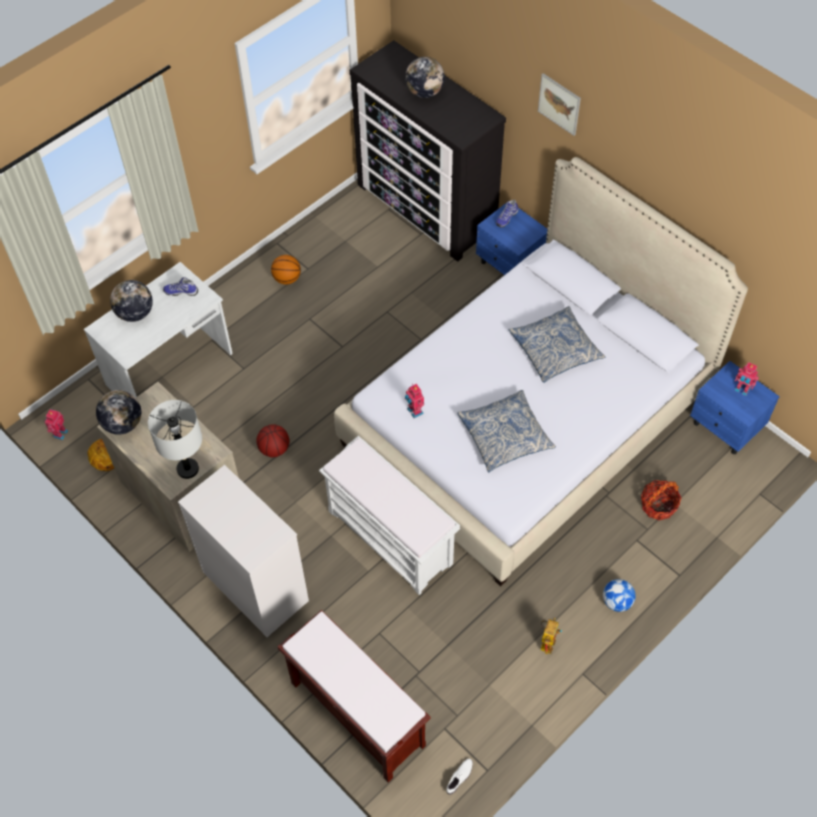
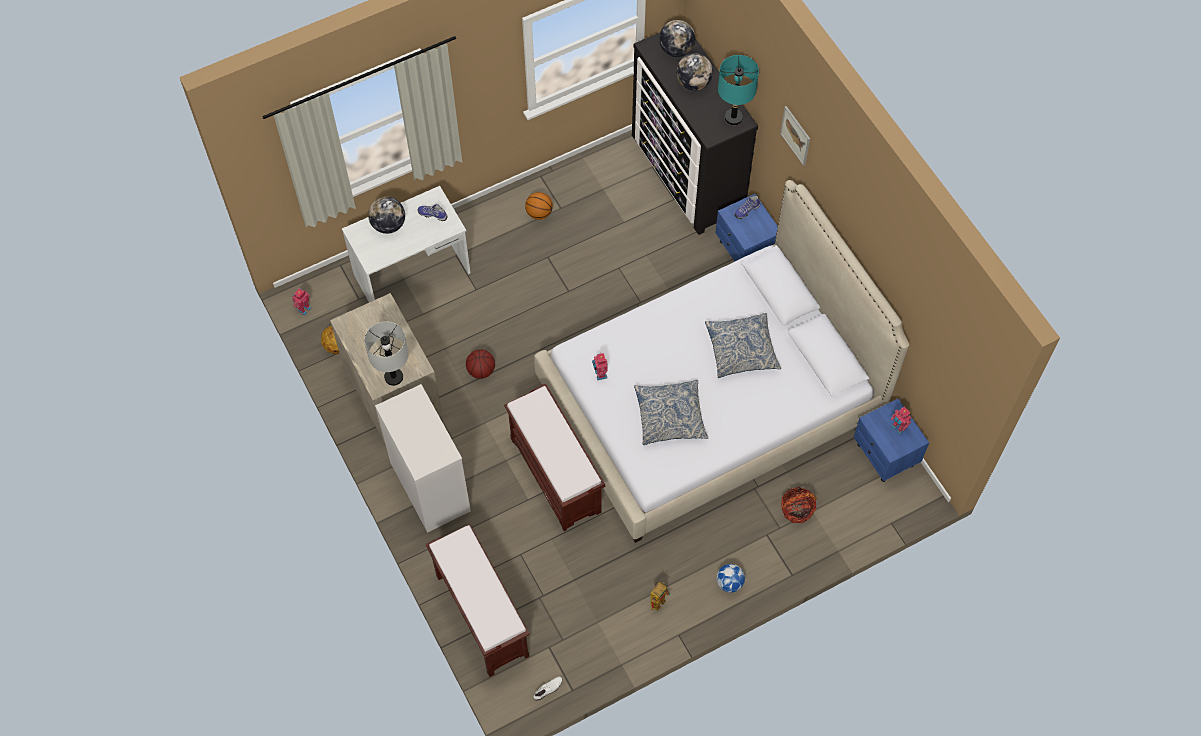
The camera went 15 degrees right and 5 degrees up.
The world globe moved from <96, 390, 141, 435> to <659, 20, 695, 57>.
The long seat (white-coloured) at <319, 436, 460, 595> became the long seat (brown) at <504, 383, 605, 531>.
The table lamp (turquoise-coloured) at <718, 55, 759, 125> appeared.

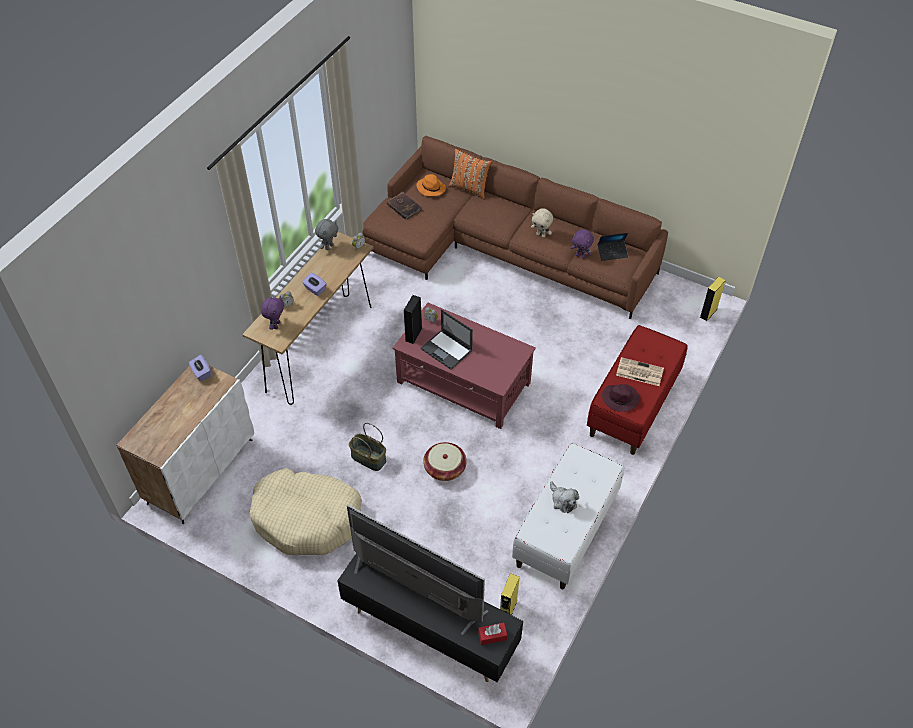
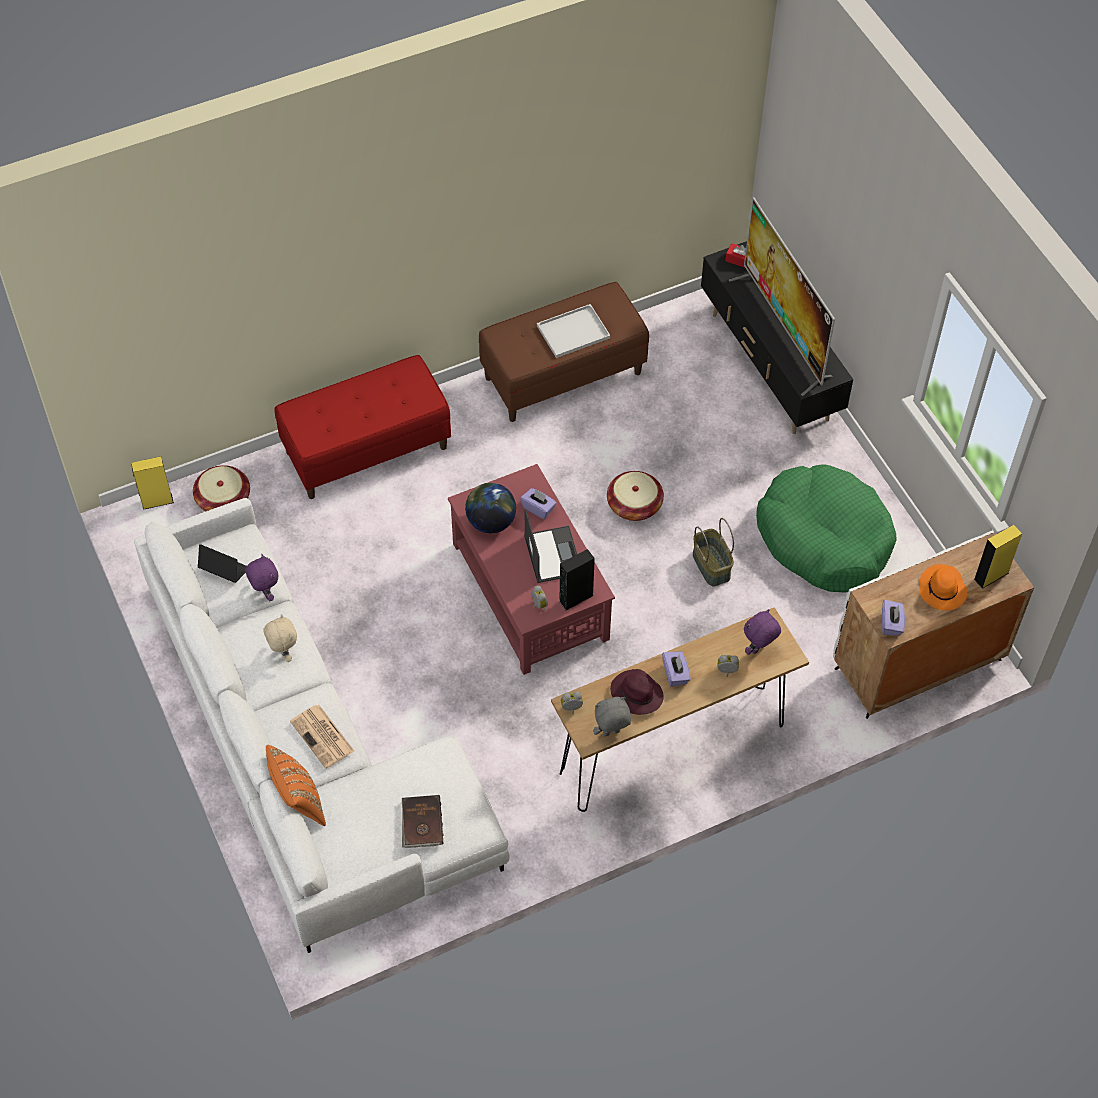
The camera went 145 degrees left and 5 degrees up.
The sofa (brown) at <363, 136, 668, 319> became the sofa (white-coloured) at <134, 498, 510, 953>.
The clothing hat (orangey) moved from <417, 174, 446, 196> to <919, 564, 968, 611>.
The newspaper moved from <616, 357, 664, 386> to <290, 705, 354, 769>.
The clothing hat (purple) moved from <602, 384, 639, 412> to <610, 669, 663, 715>.
The long seat (white-coloured) at <512, 443, 624, 589> became the long seat (brown) at <479, 282, 649, 422>.
The pet bed (sand-coloured) at <249, 468, 362, 555> became the pet bed (green-coloured) at <756, 464, 896, 593>.
The cuddly toy at <550, 481, 579, 513> was replaced by the carrying tray (white-coloured) at <537, 304, 610, 358>.
The audio speaker (yellow) moved from <500, 573, 519, 615> to <974, 525, 1022, 589>.
The basket at <193, 465, 250, 511> appeared.
The world globe at <465, 483, 516, 533> appeared.
The tissue holder (purple) at <520, 488, 556, 519> appeared.

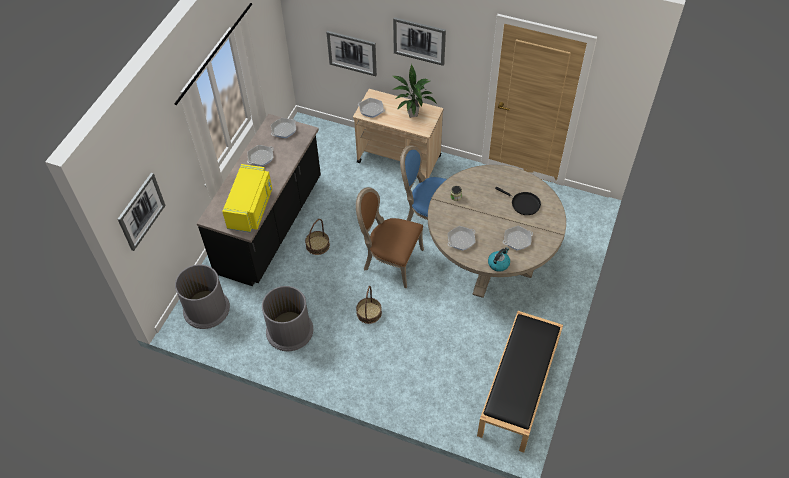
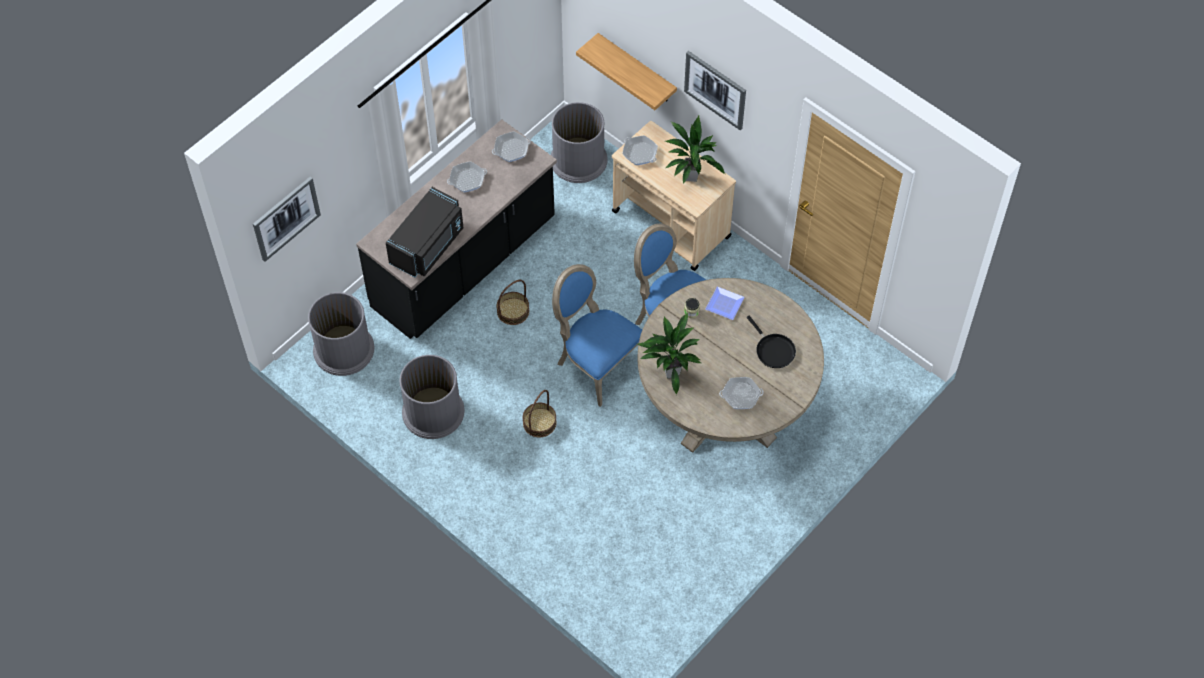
The camera went 20 degrees right and 5 degrees up.
The picture at <326, 31, 377, 76> was replaced by the wall shelf at <576, 33, 677, 110>.
The kitchen microwave (yellow) at <222, 164, 272, 233> became the kitchen microwave (blackish) at <386, 187, 464, 277>.
The upright chair (brown) at <356, 187, 424, 288> became the upright chair (bluish) at <552, 264, 642, 407>.
The frying pan at <447, 226, 475, 251> was replaced by the potted plant at <638, 312, 701, 395>.
The tea kettle at <488, 247, 510, 272> disappeared.
The long seat (blackish) at <477, 311, 563, 453> disappeared.
The trash can (grey) at <551, 102, 608, 183> appeared.
The plate at <706, 286, 745, 320> appeared.

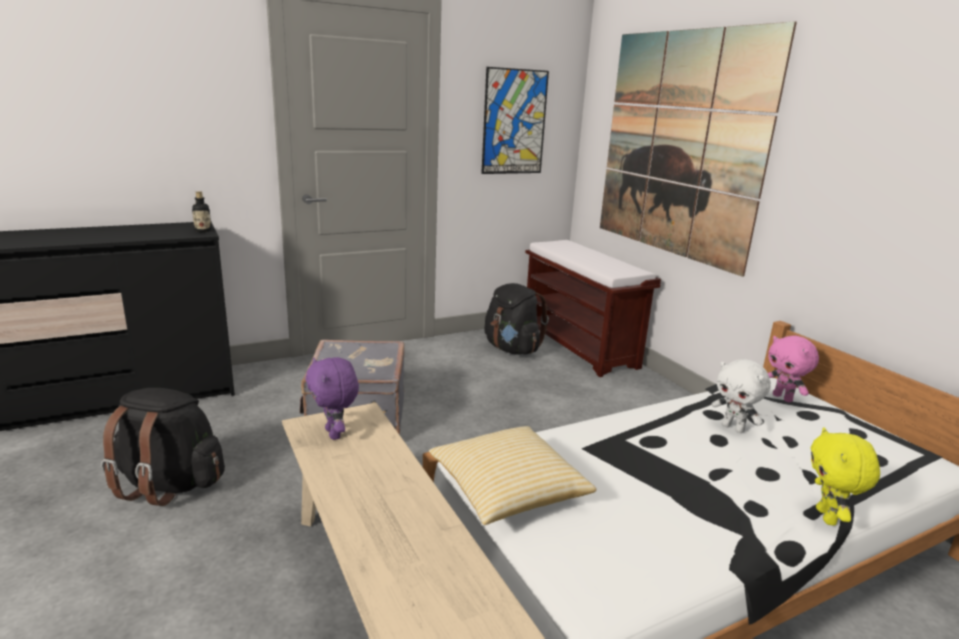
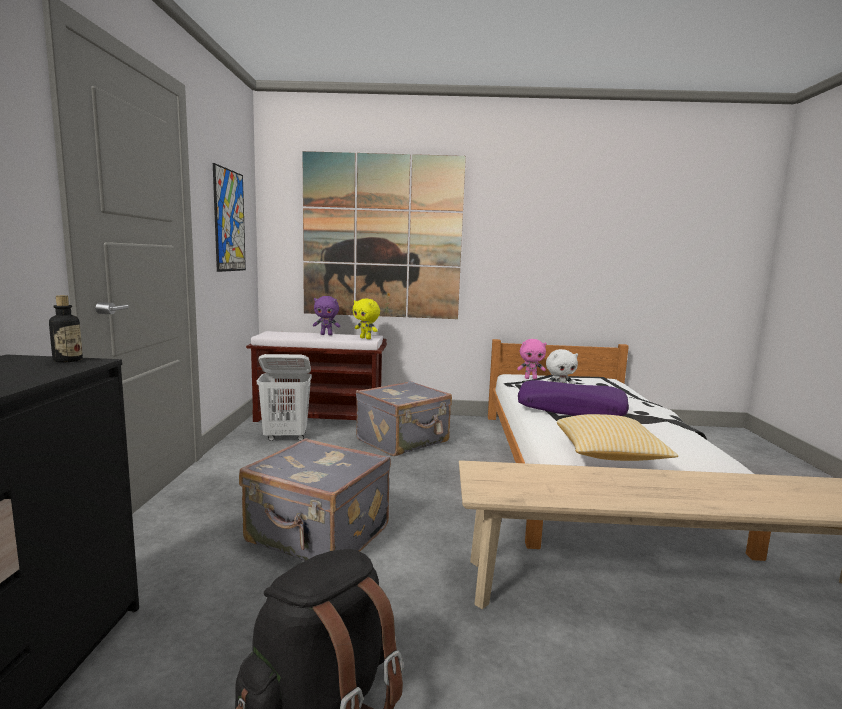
The camera went 60 degrees left and 10 degrees down.
The knapsack (blackish) at <484, 283, 549, 355> was replaced by the laundry basket (white-coloured) at <257, 354, 312, 441>.
The cuddly toy (purple) moved from <305, 357, 359, 440> to <313, 296, 340, 335>.
The cuddly toy (yellow) moved from <811, 427, 880, 526> to <352, 299, 380, 339>.
The cushion (purple) at <518, 380, 629, 416> appeared.
The suitcase (grey) at <356, 381, 452, 456> appeared.

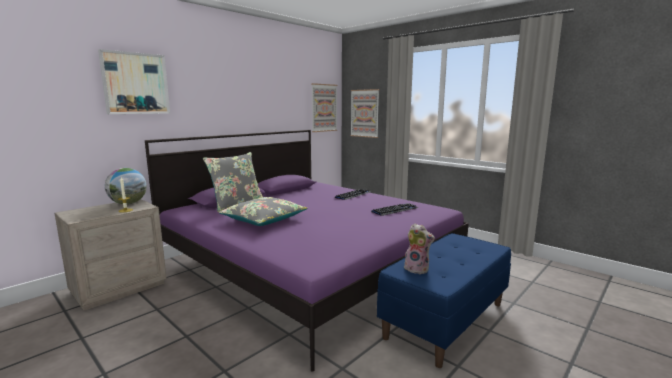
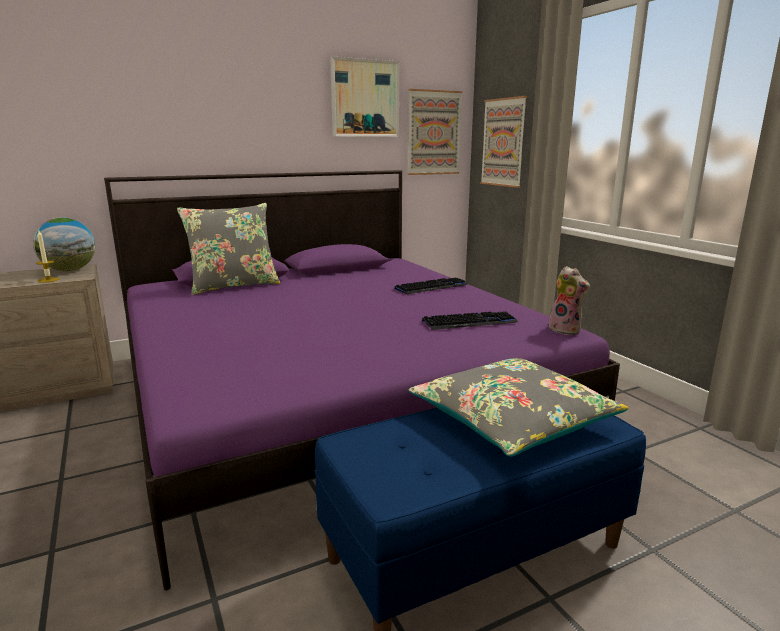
The camera went 20 degrees right and 5 degrees up.
The picture moved from <98, 49, 170, 114> to <330, 56, 399, 137>.
The cushion (grey) moved from <219, 197, 308, 226> to <408, 358, 628, 457>.
The cuddly toy moved from <404, 223, 435, 274> to <549, 266, 590, 335>.

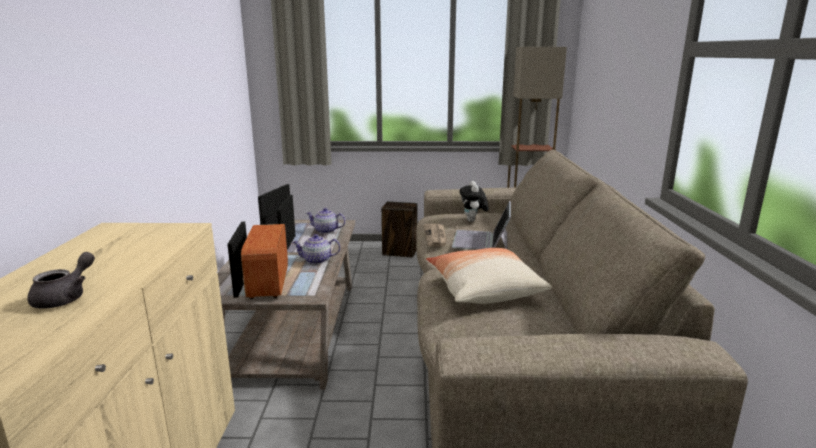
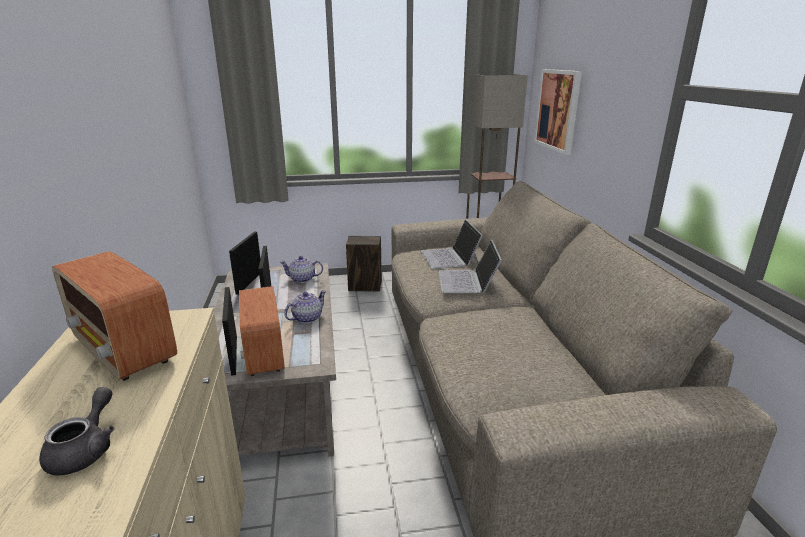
The camera went 10 degrees left and 5 degrees up.
The cuddly toy at <460, 181, 489, 222> was replaced by the notebook computer at <421, 219, 483, 269>.
The newspaper at <423, 224, 447, 247> disappeared.
The teapot at <292, 234, 340, 264> turned 150 degrees clockwise.
The cushion at <426, 248, 552, 304> disappeared.
The picture at <534, 69, 582, 155> appeared.
The radio at <52, 251, 177, 381> appeared.

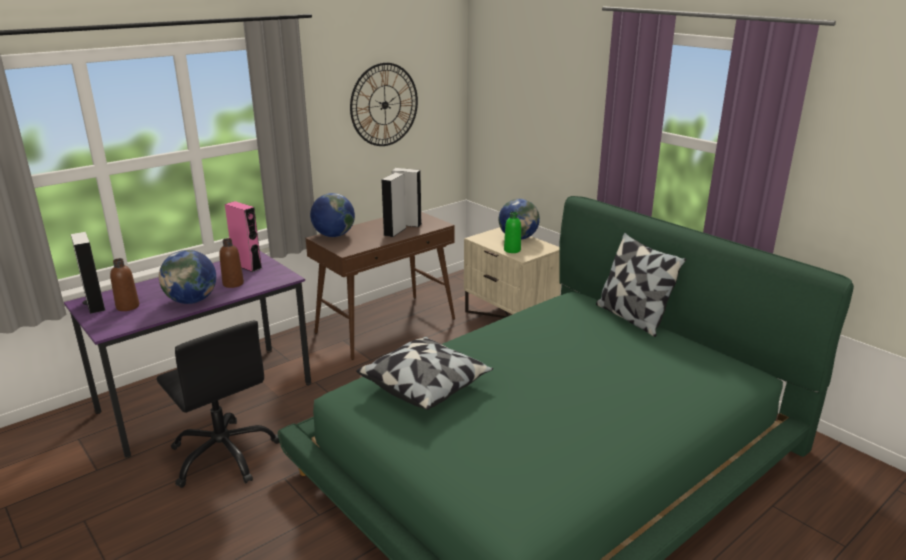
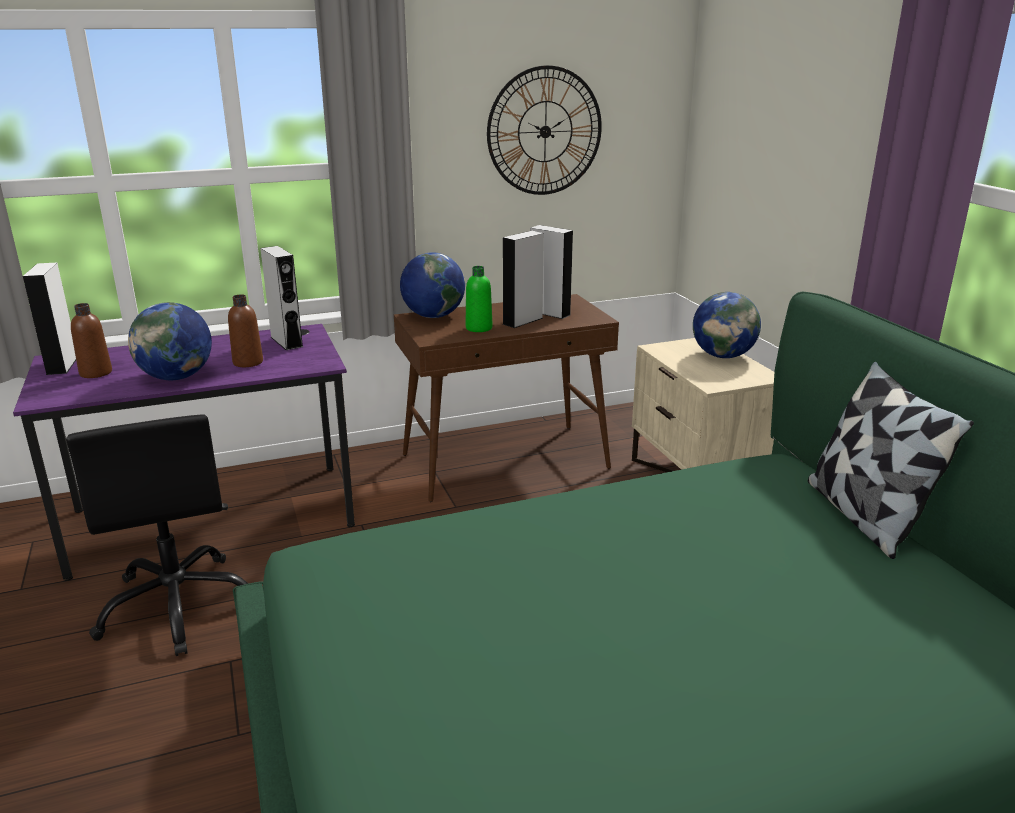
The camera went 20 degrees right and 0 degrees up.
The audio speaker (pinkish) at <225, 201, 262, 272> became the audio speaker (grey) at <260, 246, 303, 350>.
The bottle (green-coloured) moved from <504, 212, 521, 253> to <465, 266, 493, 332>.
The cushion at <356, 337, 493, 410> disappeared.

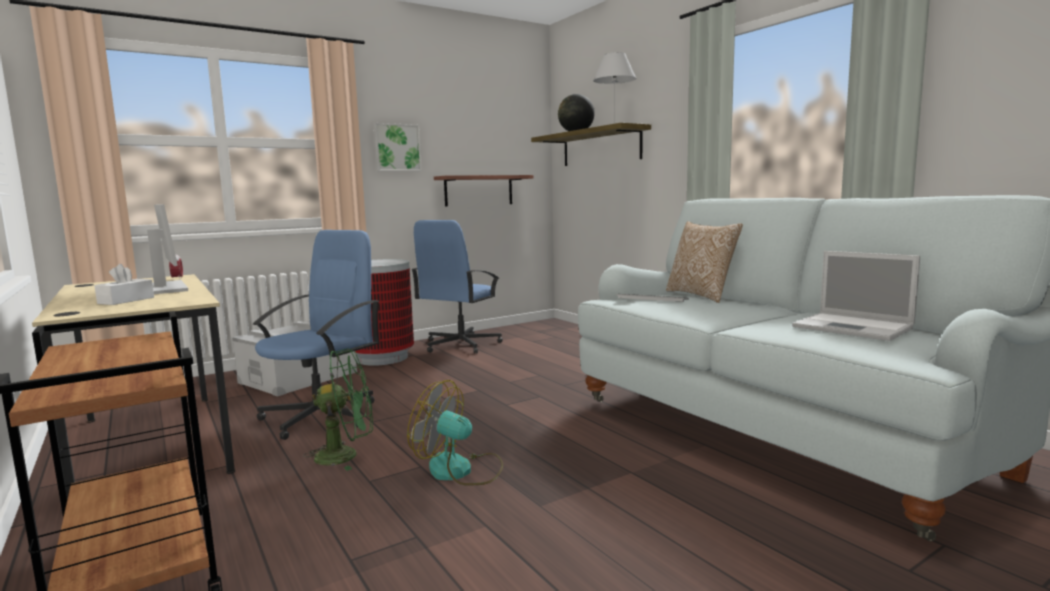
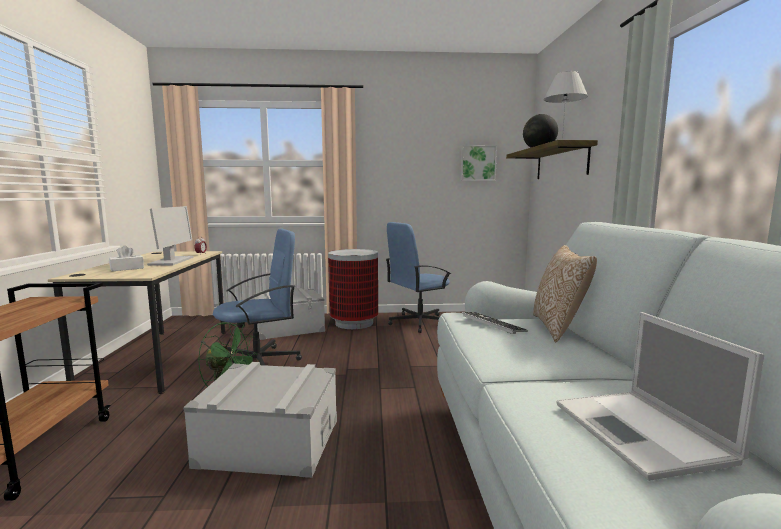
The camera went 30 degrees right and 0 degrees up.
The picture moved from <373, 123, 422, 171> to <461, 145, 497, 181>.
The wall shelf at <434, 175, 533, 207> disappeared.
The fan at <407, 380, 503, 485> was replaced by the storage box (grey) at <183, 362, 337, 478>.

